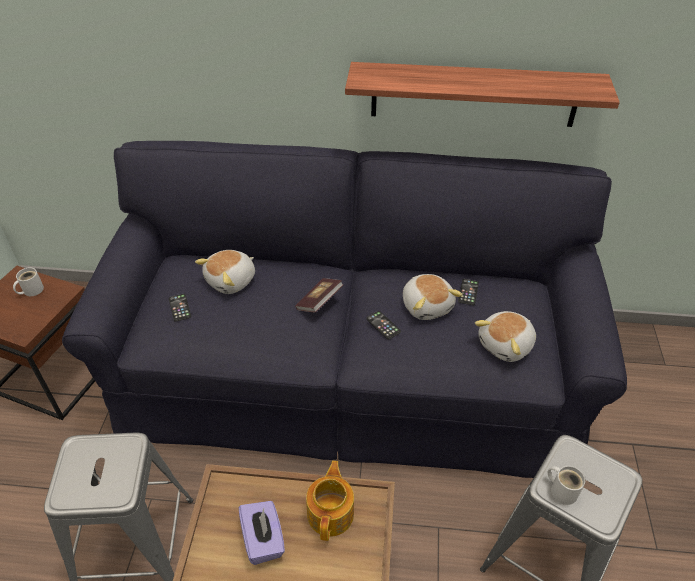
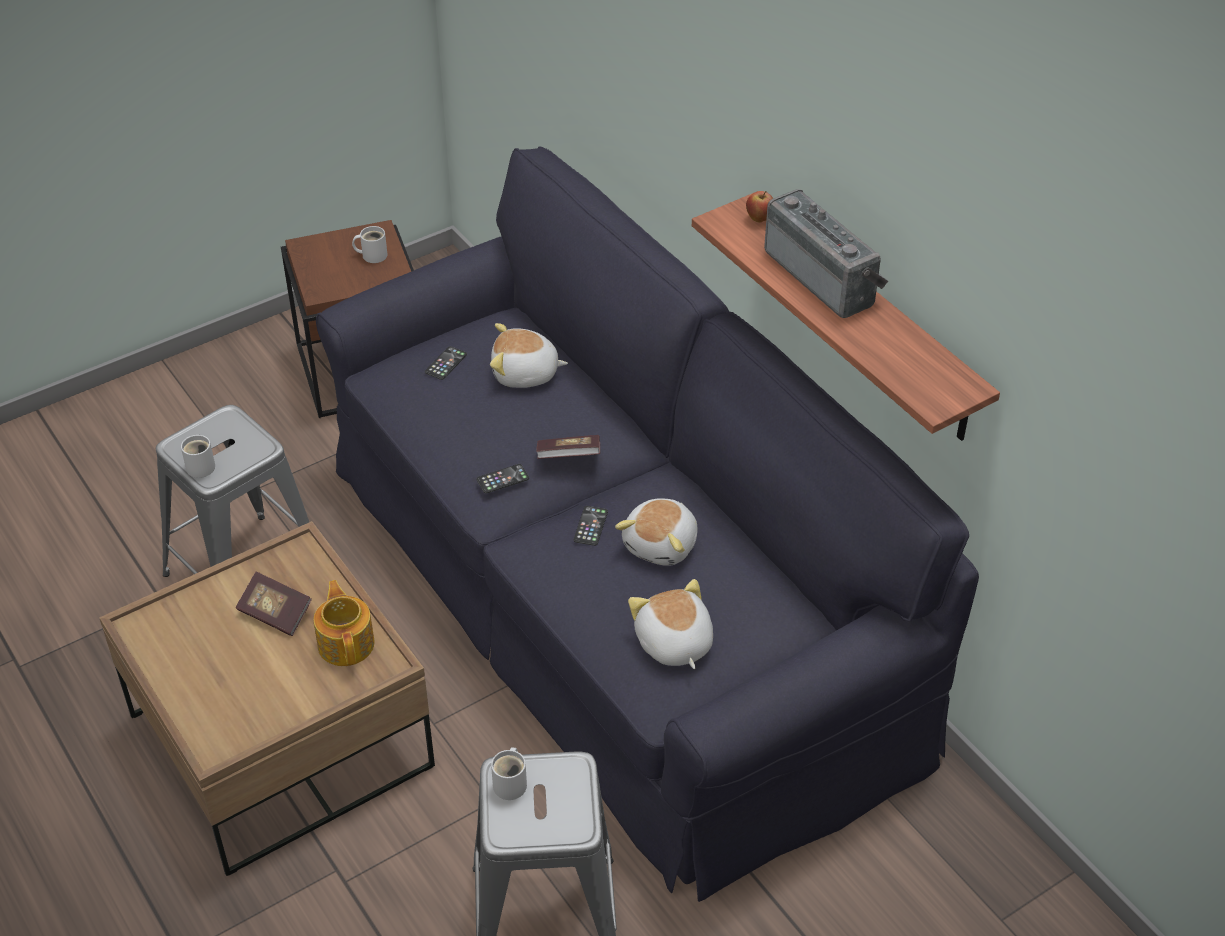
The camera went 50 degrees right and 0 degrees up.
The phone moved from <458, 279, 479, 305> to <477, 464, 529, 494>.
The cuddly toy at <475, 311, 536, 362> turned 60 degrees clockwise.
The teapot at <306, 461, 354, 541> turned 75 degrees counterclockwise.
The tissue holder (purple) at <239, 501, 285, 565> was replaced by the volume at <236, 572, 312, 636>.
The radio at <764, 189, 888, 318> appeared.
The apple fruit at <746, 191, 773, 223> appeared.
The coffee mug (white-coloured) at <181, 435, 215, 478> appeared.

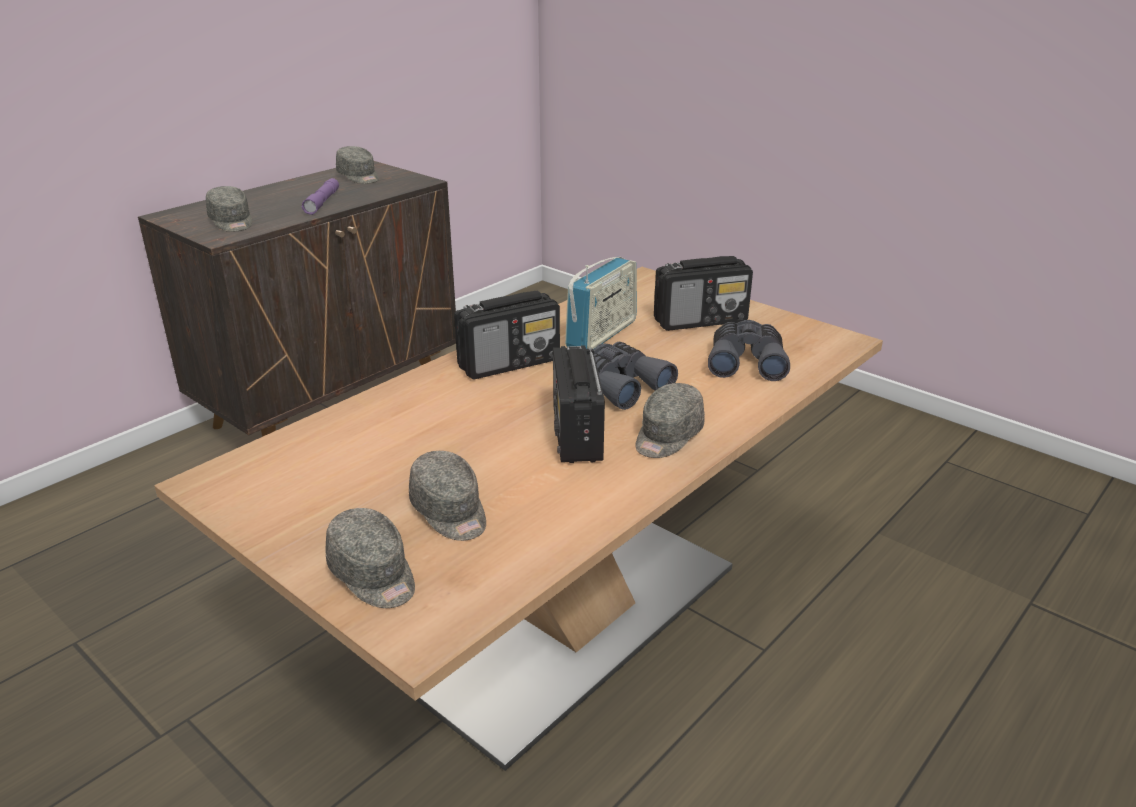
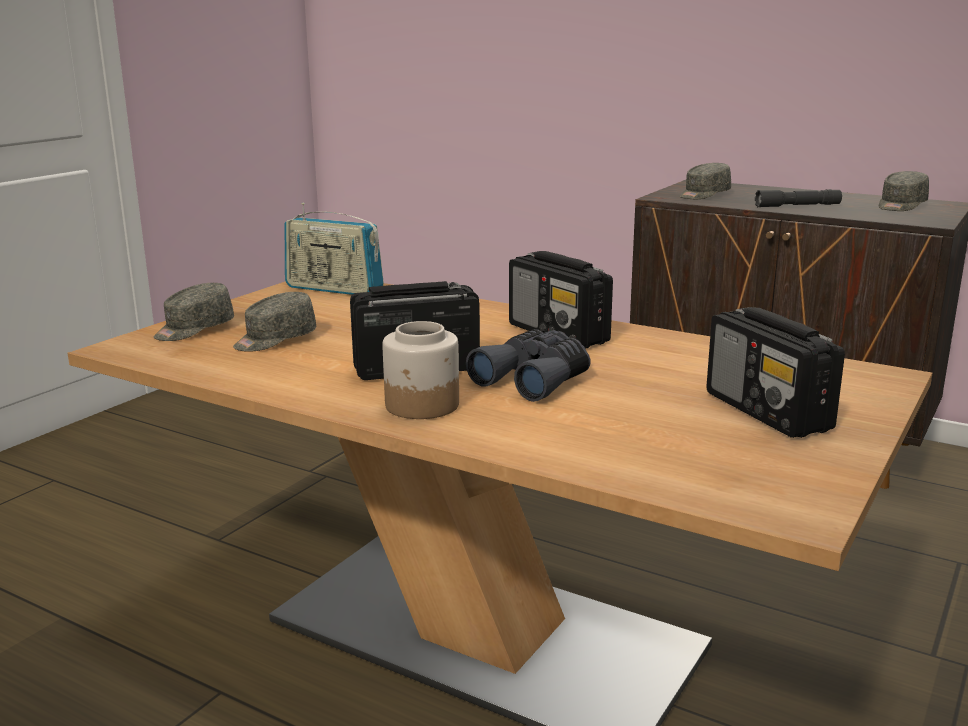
The camera went 80 degrees right and 10 degrees down.
The hand torch (purple) at <302, 178, 339, 215> became the hand torch (grey) at <755, 189, 842, 207>.
The radio moved from <565, 257, 637, 350> to <285, 203, 384, 295>.
The pair of binoculars (grey) at <708, 320, 790, 381> disappeared.
The peaked cap (grey) at <636, 383, 705, 458> was replaced by the preserve jar at <382, 321, 459, 419>.

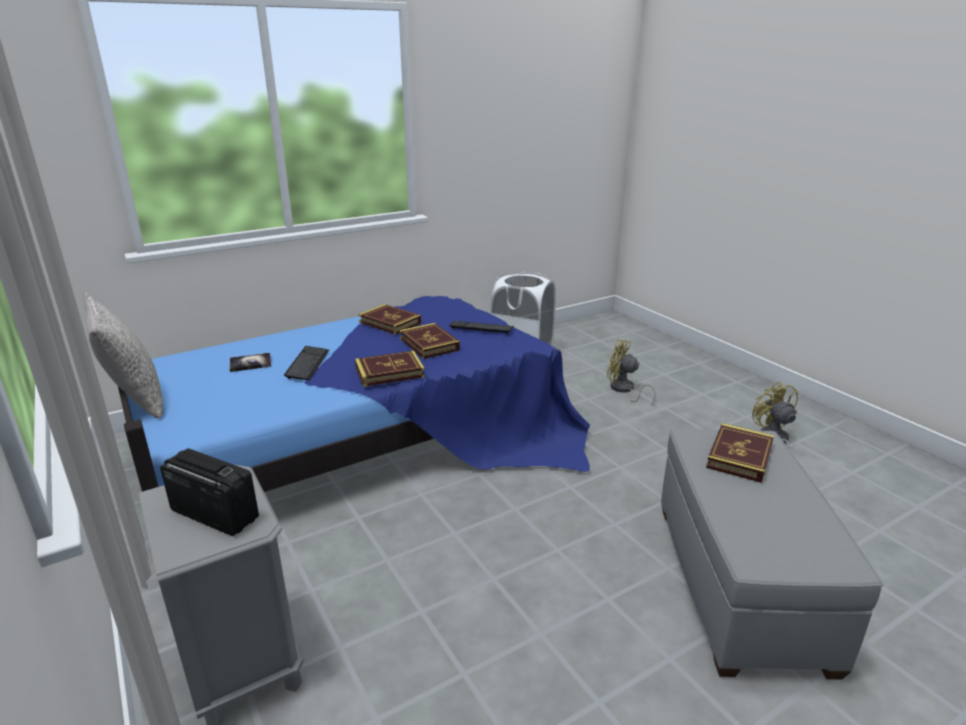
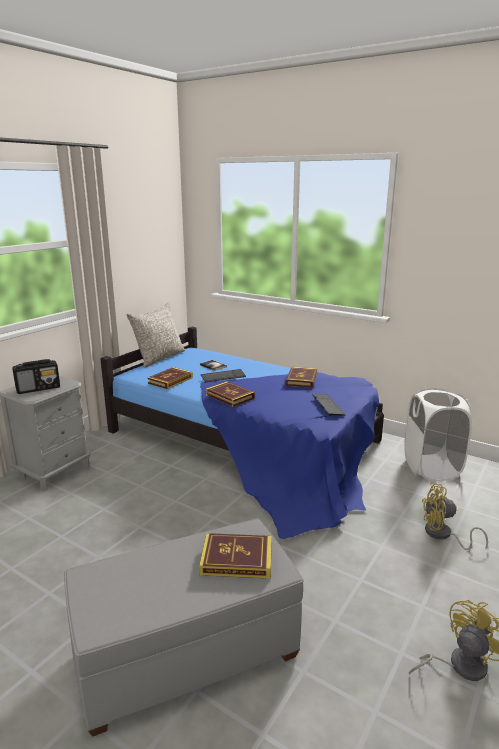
The camera went 65 degrees right and 5 degrees down.
The volume moved from <399, 323, 460, 359> to <148, 367, 193, 389>.
The fan (yellow) at <607, 339, 656, 405> turned 90 degrees counterclockwise.
The radio at <160, 448, 259, 536> turned 60 degrees clockwise.

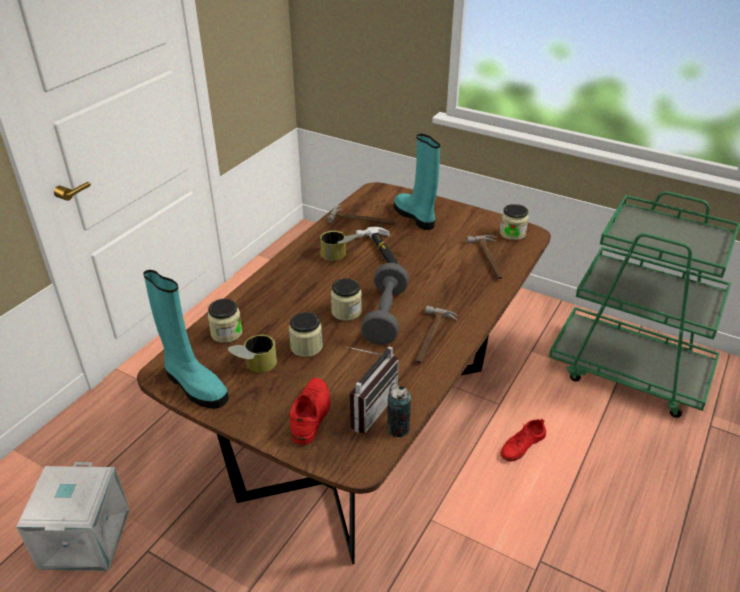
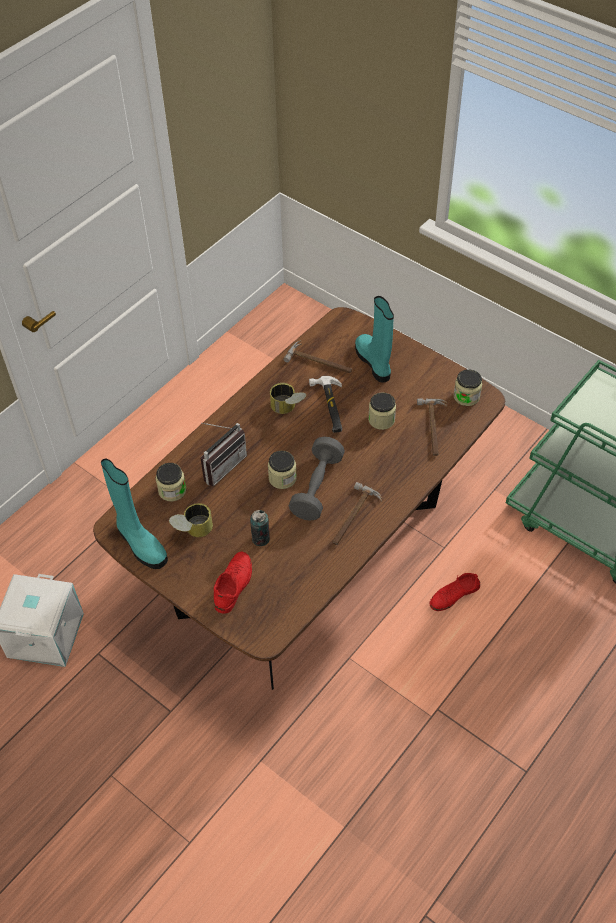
The camera went 10 degrees right and 15 degrees up.
The preserve jar moved from <289, 312, 323, 357> to <368, 393, 396, 430>.
The radio moved from <347, 346, 399, 434> to <200, 423, 247, 486>.
The can moved from <387, 386, 411, 437> to <250, 510, 270, 546>.

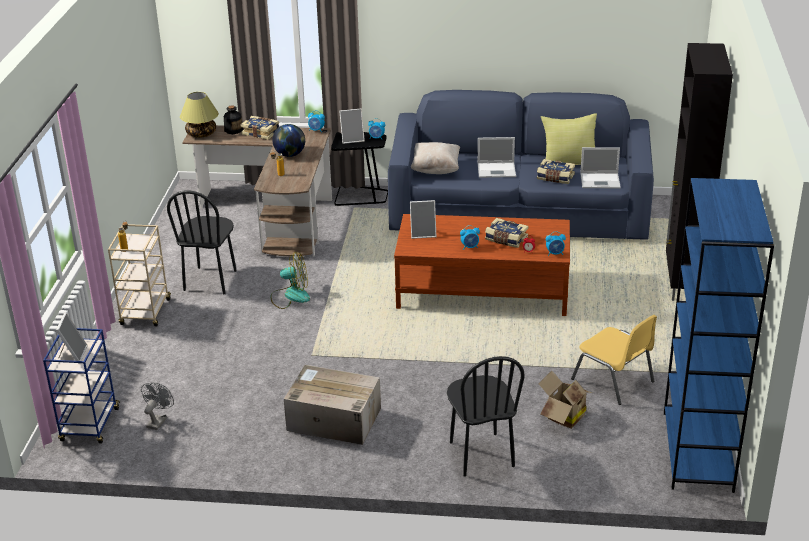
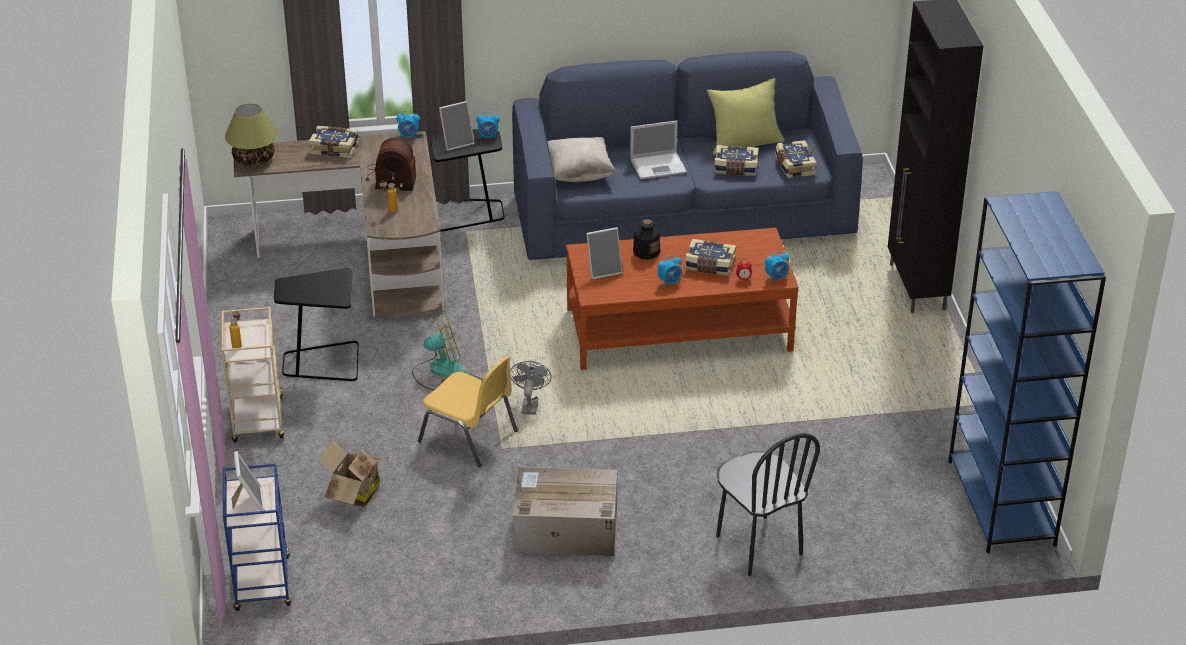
The camera went 15 degrees left and 5 degrees up.
The bottle moved from <224, 105, 243, 134> to <633, 219, 660, 260>.
The world globe at <273, 124, 305, 157> was replaced by the radio at <366, 138, 416, 191>.
The notebook computer at <581, 147, 621, 188> was replaced by the volume at <775, 140, 817, 178>.
The upright chair (blackish) at <167, 190, 236, 294> was replaced by the end table (blackish) at <274, 268, 359, 381>.
The upright chair (yellow) moved from <571, 315, 657, 405> to <418, 356, 518, 467>.
The packing box moved from <538, 371, 592, 429> to <318, 441, 384, 507>.
The fan (grey) moved from <141, 383, 174, 430> to <510, 361, 552, 415>.

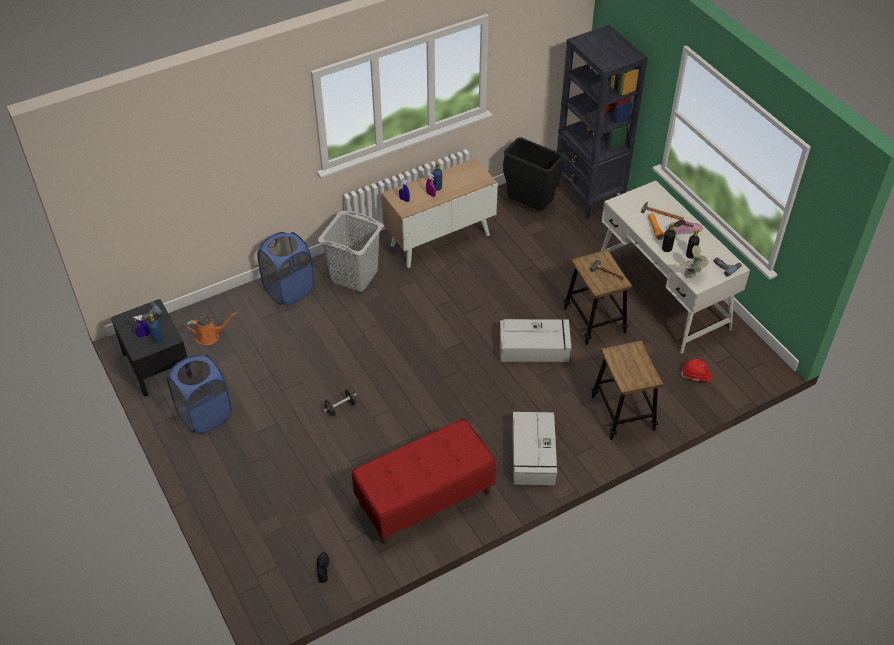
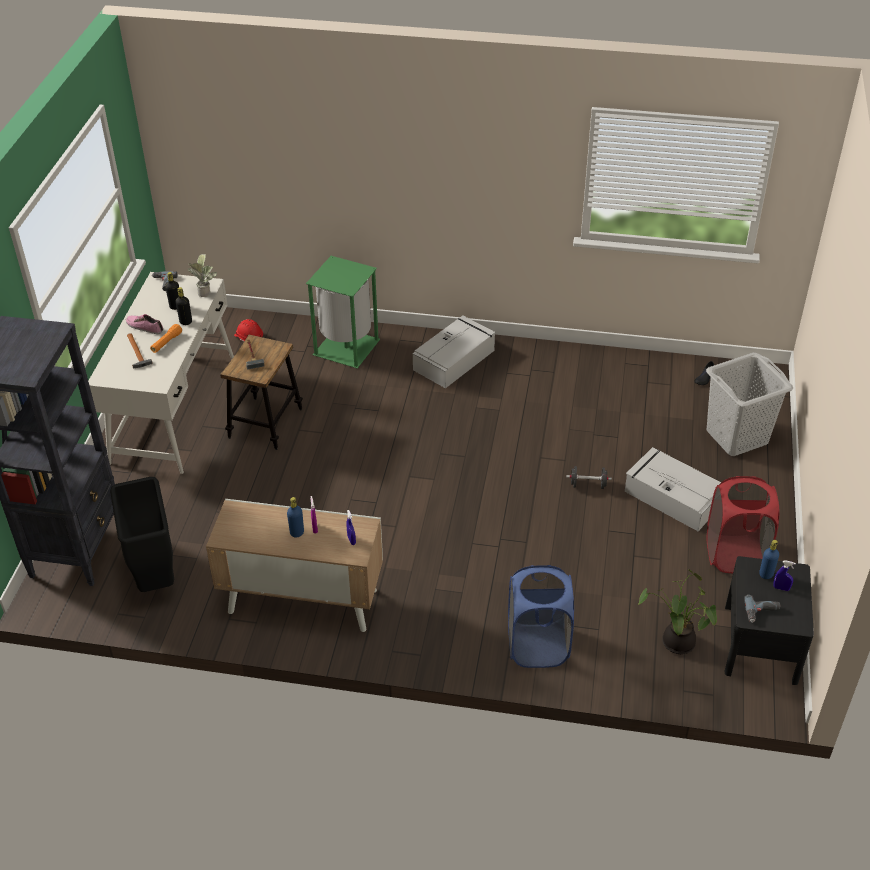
The camera went 140 degrees left and 5 degrees down.
The laundry basket (grey) moved from <318, 211, 383, 292> to <706, 353, 793, 456>.
The sprinkling can (orangey) at <186, 312, 237, 345> was replaced by the potted plant at <638, 569, 717, 654>.
The storage box (grey) moved from <500, 319, 571, 362> to <625, 447, 721, 531>.
The stool seat at <591, 340, 663, 440> was replaced by the trash can (green-coloured) at <306, 256, 380, 368>.
The laundry basket (bluish) at <167, 355, 232, 434> became the laundry basket (red-coloured) at <707, 476, 779, 573>.
The long seat (red-coloured) at <352, 419, 496, 545> disappeared.

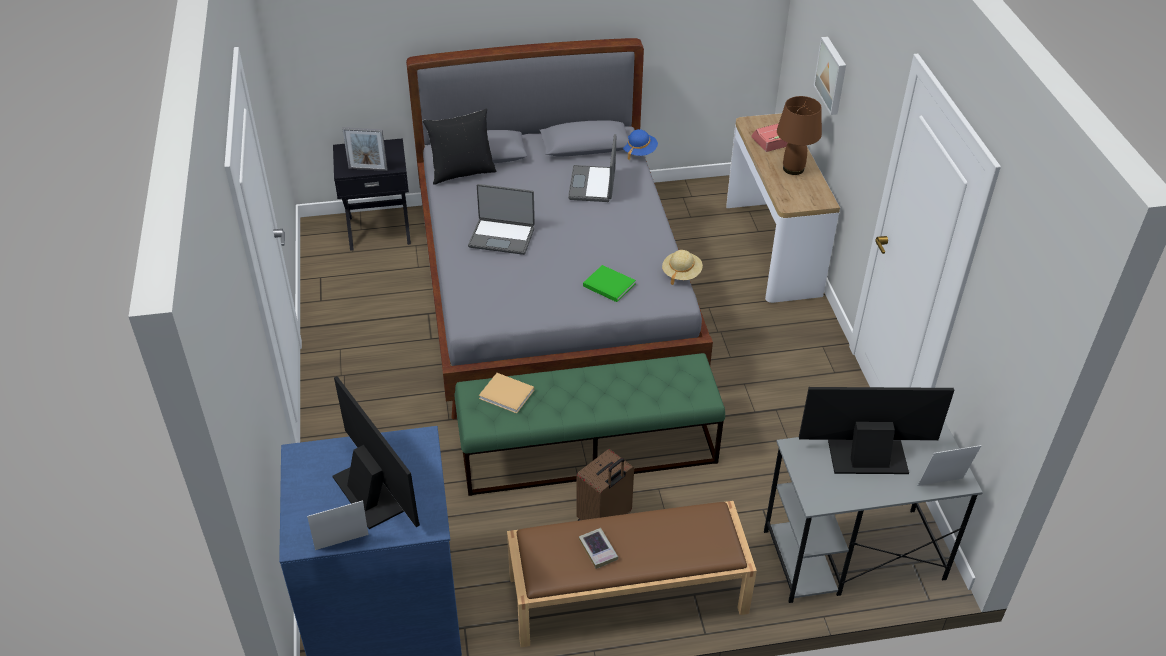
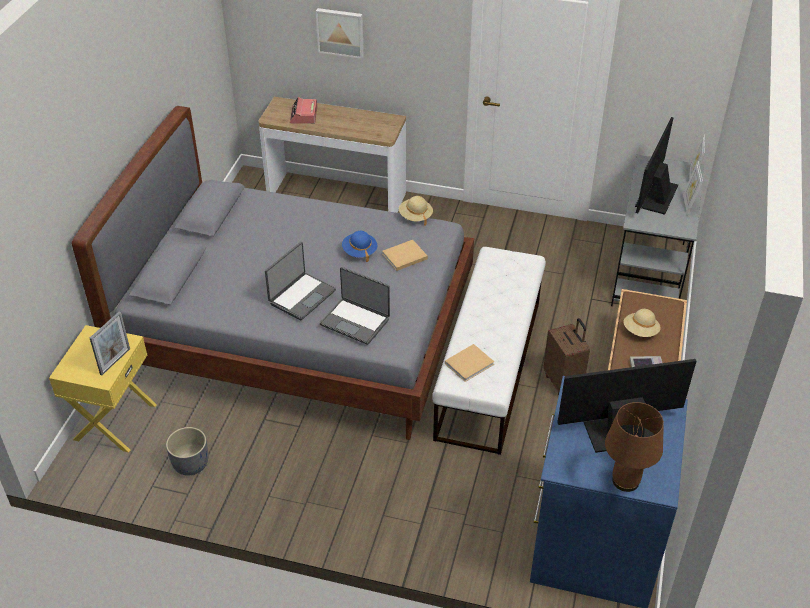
The camera went 65 degrees left and 0 degrees up.
The table lamp (brown) moved from <777, 96, 822, 175> to <605, 402, 664, 492>.
The cushion (blackish) at <423, 108, 496, 185> disappeared.
The clothing hat (bluish) moved from <623, 129, 658, 160> to <342, 231, 378, 262>.
The notebook computer moved from <568, 134, 616, 202> to <320, 267, 390, 345>.
The night table (blackish) at <333, 138, 411, 251> became the night table (yellow) at <49, 325, 157, 452>.
The volume (green-coloured) at <583, 265, 636, 302> became the volume (sand-coloured) at <382, 240, 428, 271>.
The long seat (green-coloured) at <454, 353, 725, 496> became the long seat (white-coloured) at <432, 247, 546, 455>.
The standing frame moved from <307, 501, 368, 550> to <683, 161, 703, 216>.
The clothing hat (sand-coloured) at <624, 309, 661, 337> appeared.
The planter (grey) at <166, 427, 208, 476> appeared.

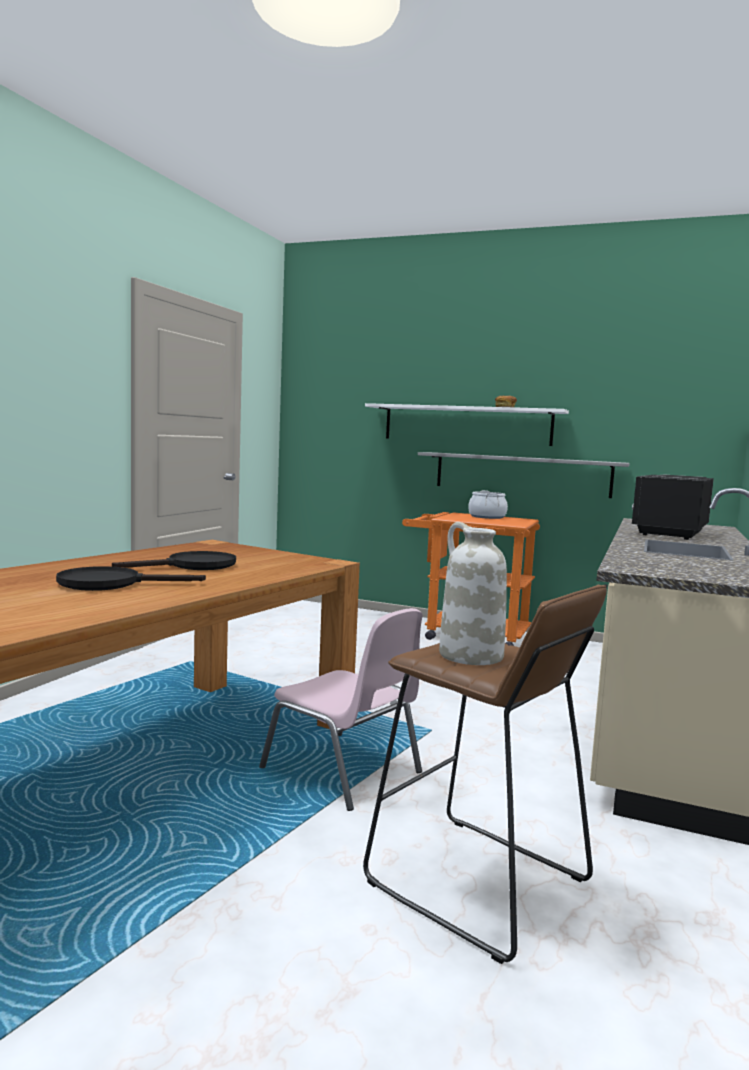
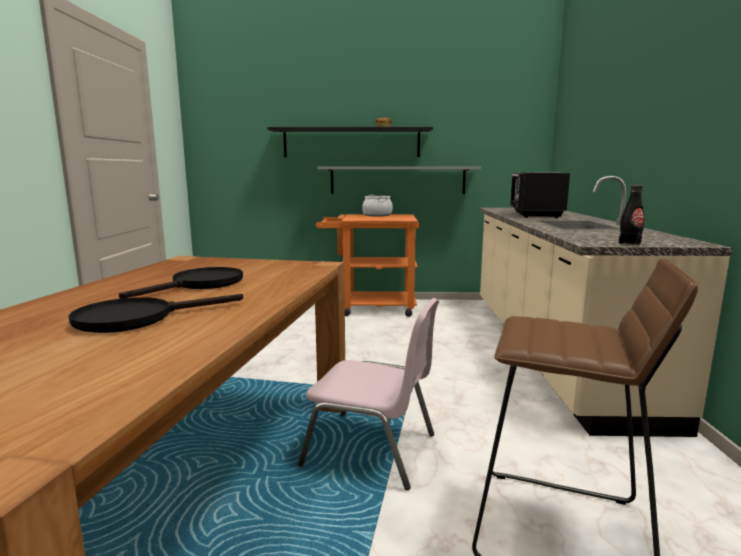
The camera went 20 degrees left and 5 degrees up.
The wall shelf (white-coloured) at <365, 403, 569, 446> became the wall shelf (blackish) at <267, 127, 433, 157>.
The flower vase (white-coloured) at <439, 522, 507, 665> disappeared.
The bottle (blackish) at <619, 186, 644, 245> appeared.

